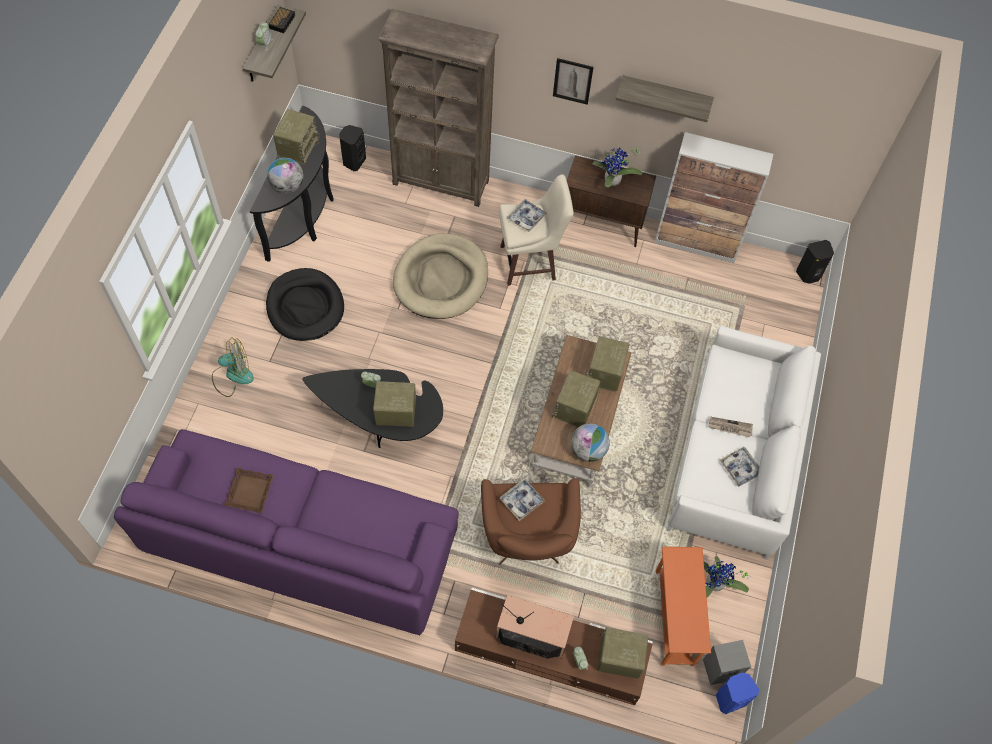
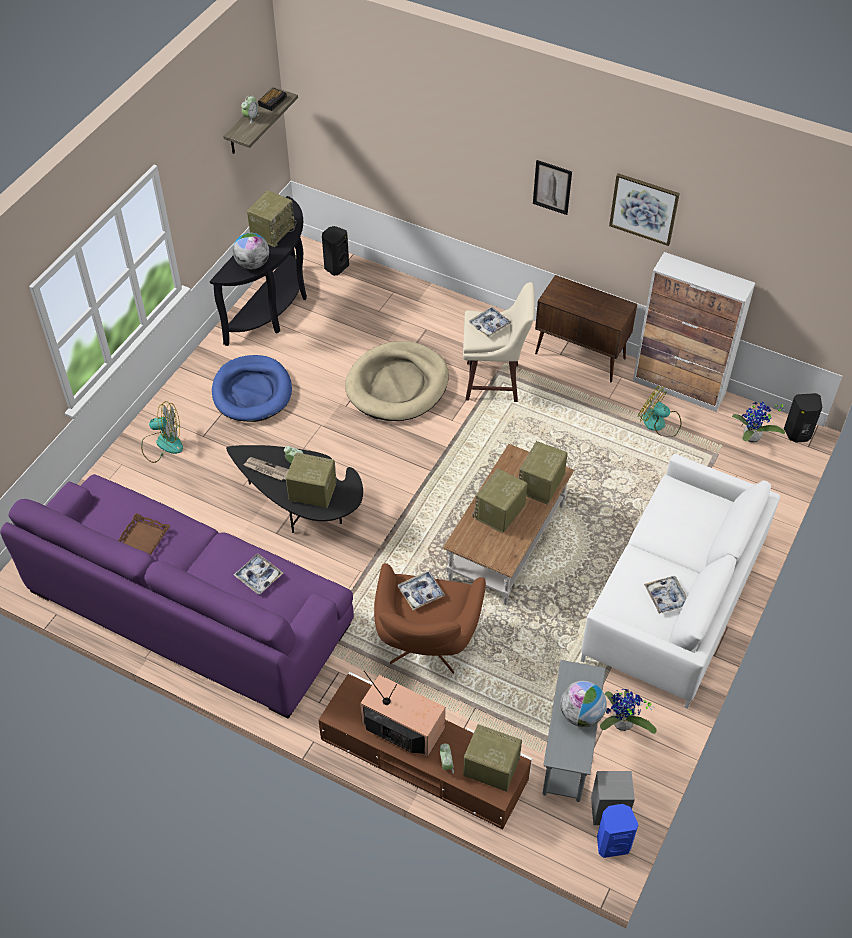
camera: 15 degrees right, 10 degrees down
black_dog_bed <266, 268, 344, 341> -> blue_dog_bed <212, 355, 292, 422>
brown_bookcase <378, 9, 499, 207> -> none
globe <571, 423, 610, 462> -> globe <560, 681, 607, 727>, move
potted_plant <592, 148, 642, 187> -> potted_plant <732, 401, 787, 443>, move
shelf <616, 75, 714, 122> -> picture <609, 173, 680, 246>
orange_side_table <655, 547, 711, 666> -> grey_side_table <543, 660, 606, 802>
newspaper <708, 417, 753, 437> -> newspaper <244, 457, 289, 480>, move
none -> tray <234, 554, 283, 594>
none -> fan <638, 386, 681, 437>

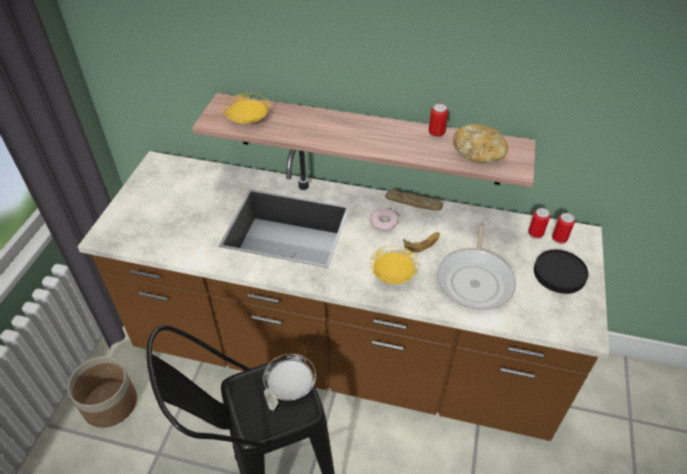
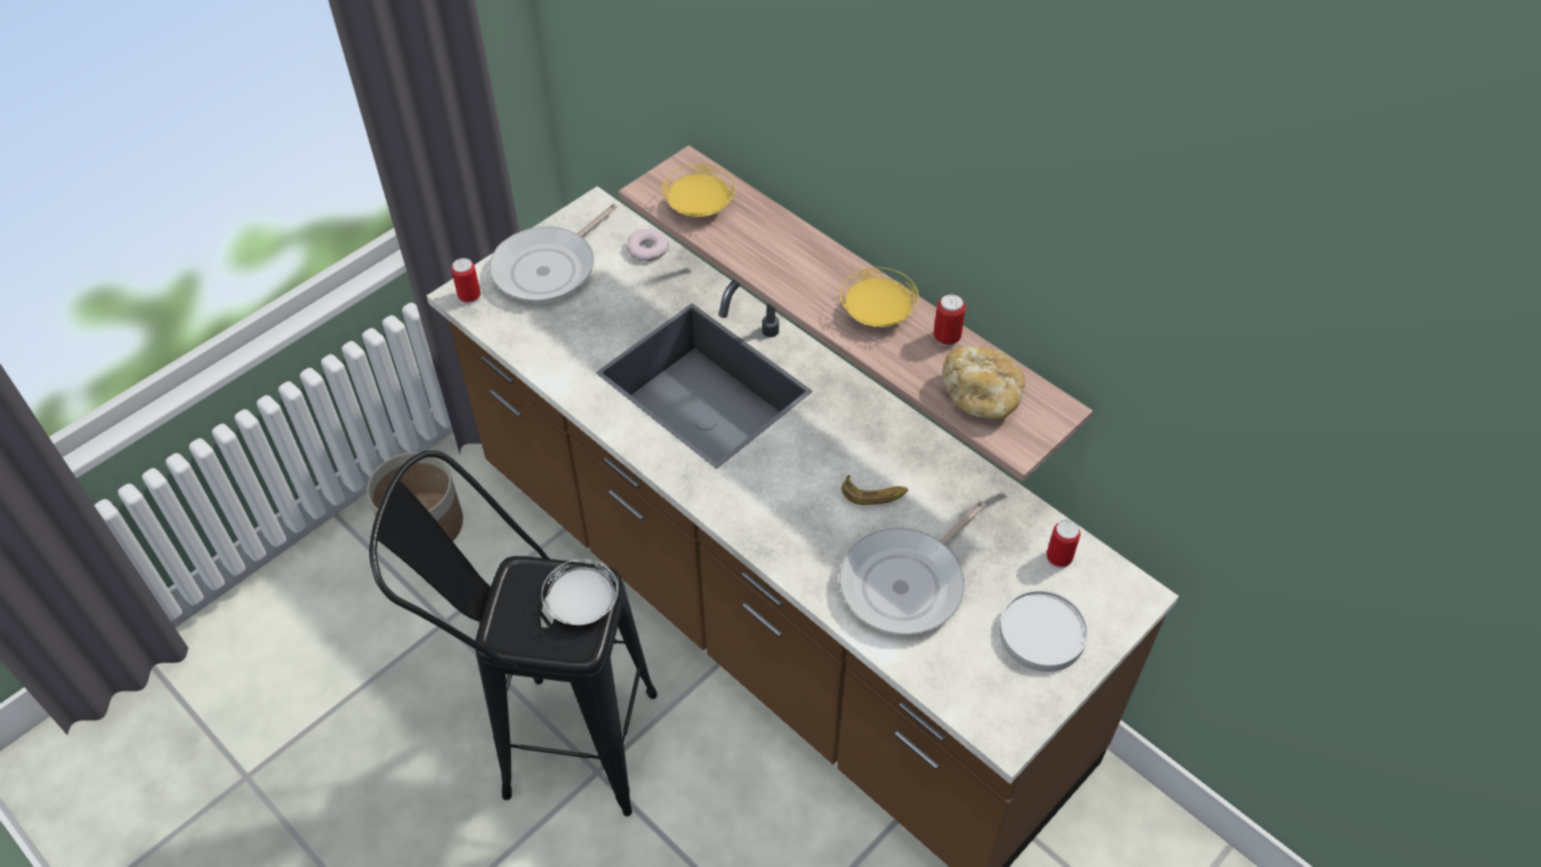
camera: 30 degrees right, 5 degrees up
donut <370, 208, 399, 231> -> donut <626, 229, 669, 261>, move
yellow_plate <370, 246, 419, 284> -> yellow_plate <840, 267, 919, 327>, move
bread <385, 190, 443, 211> -> none
black_plate <534, 250, 588, 294> -> white_plate <999, 590, 1088, 672>
can <552, 213, 575, 244> -> can <451, 258, 481, 304>, move
none -> frying_pan <489, 204, 617, 302>

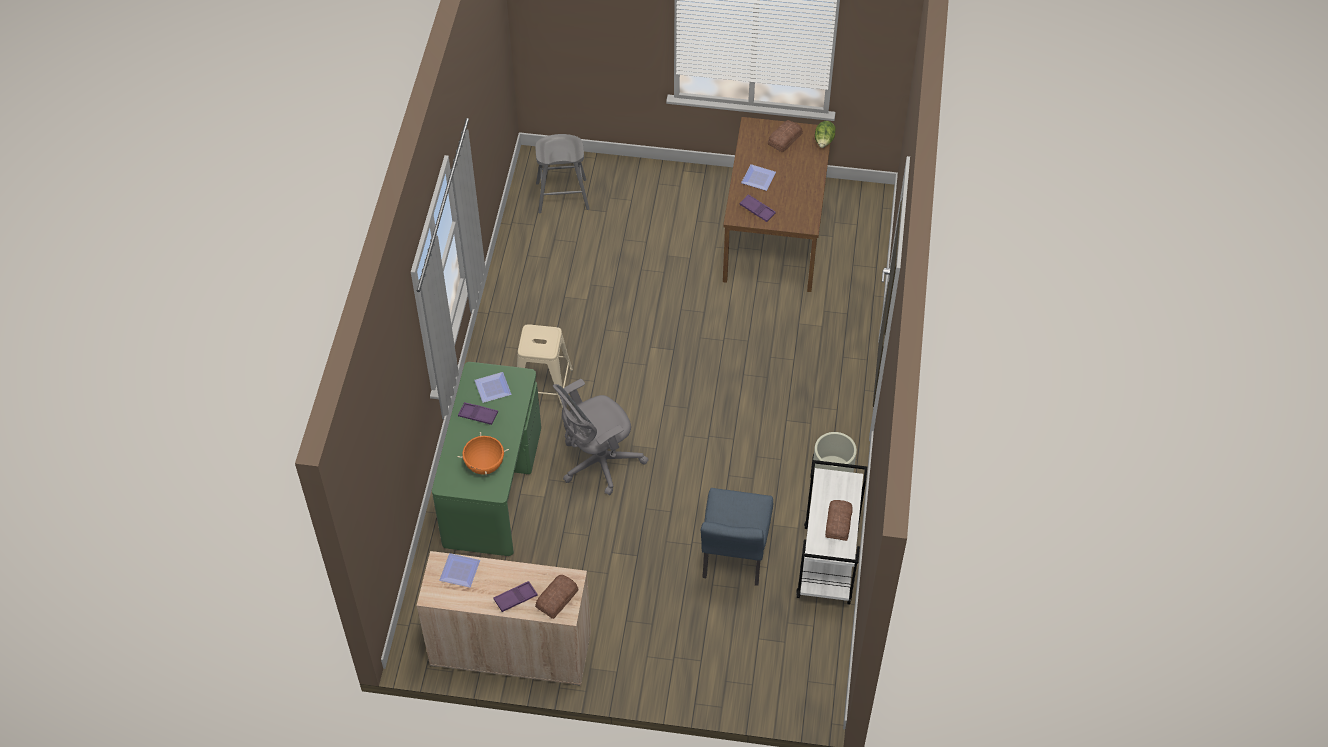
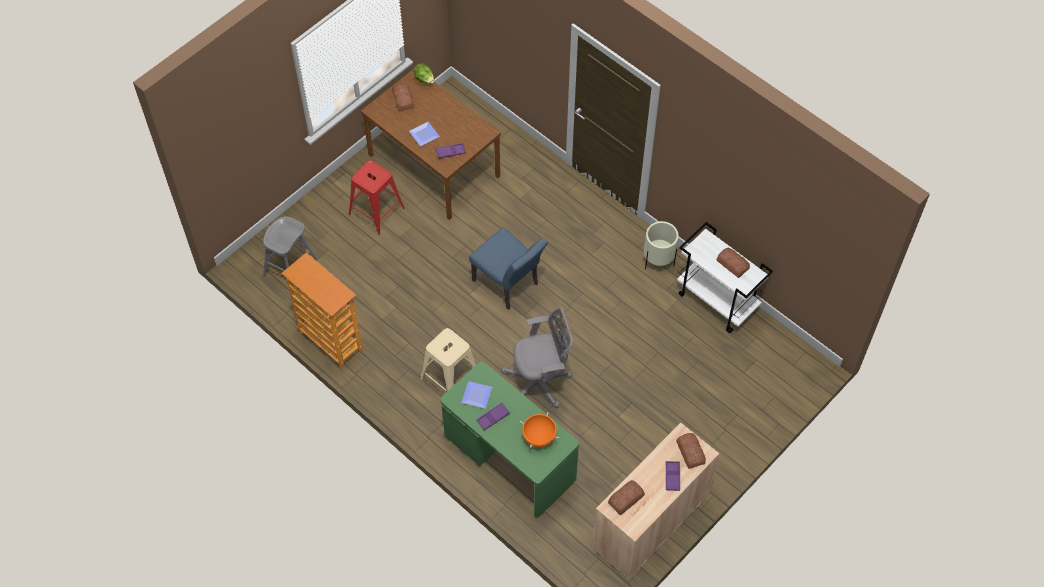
camera: 55 degrees left, 5 degrees up
plate <439, 553, 480, 587> -> bread <608, 480, 645, 515>
grey_office_chair <553, 379, 649, 495> -> grey_office_chair <501, 307, 573, 408>, 105 degrees counterclockwise
blue_chair <701, 488, 773, 586> -> blue_chair <469, 227, 548, 310>, move
none -> bookcase <282, 253, 363, 370>
none -> red_stool <349, 160, 405, 234>

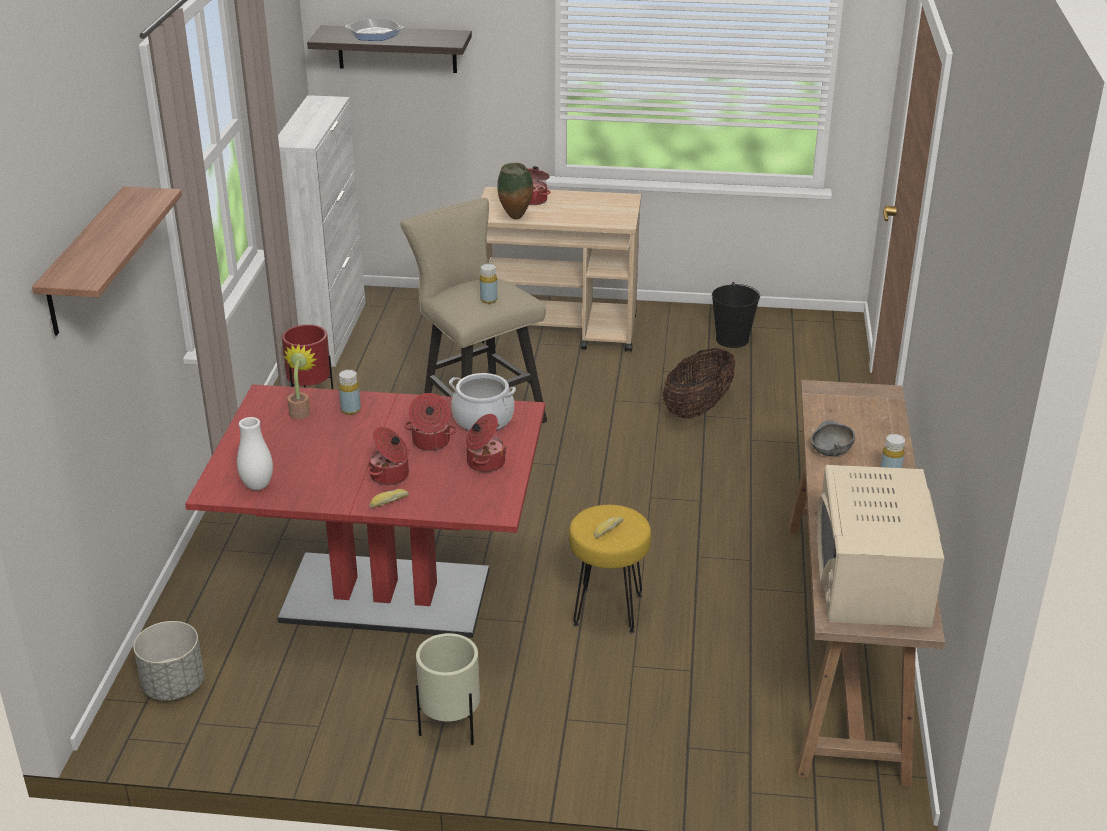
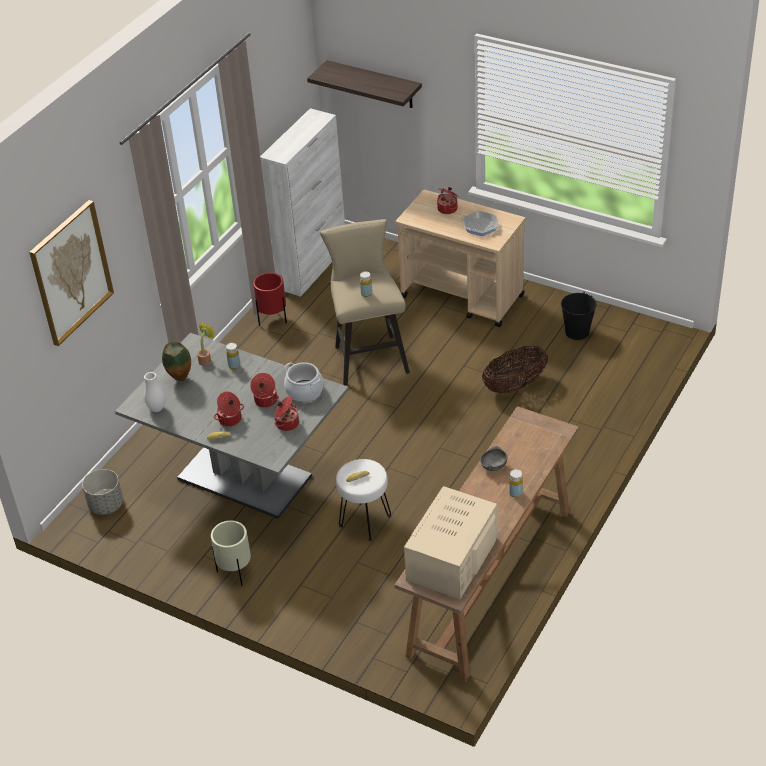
camera: 25 degrees right, 10 degrees up
shelf <32, 186, 182, 336> -> picture <29, 200, 114, 346>
red_dining_table <185, 384, 545, 638> -> grey_dining_table <115, 333, 349, 519>
frying_pan <345, 19, 404, 41> -> frying_pan <461, 211, 500, 236>, move
vase <497, 163, 533, 220> -> vase <162, 341, 191, 381>, move
yellow_stool <569, 505, 651, 633> -> white_stool <336, 459, 391, 541>

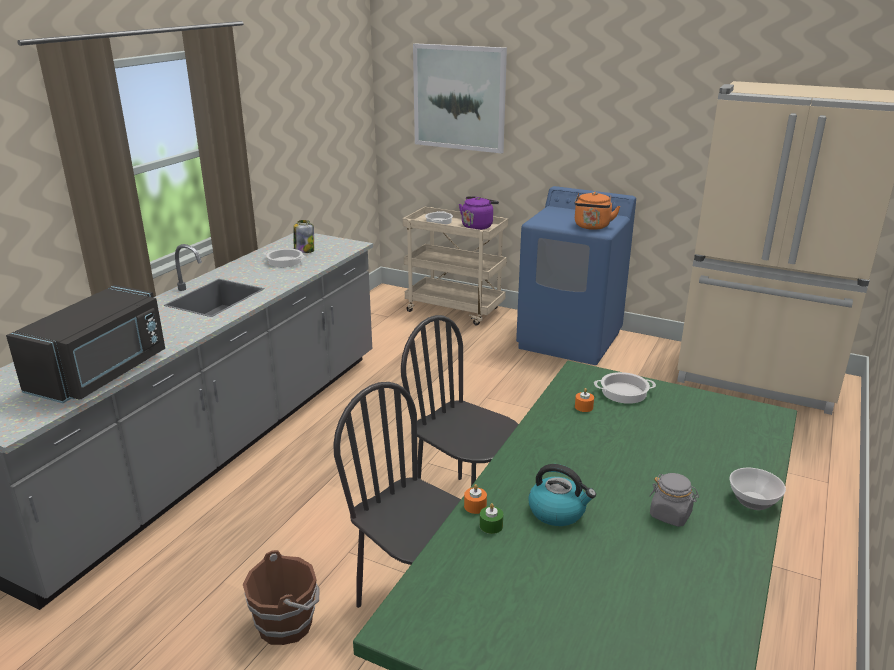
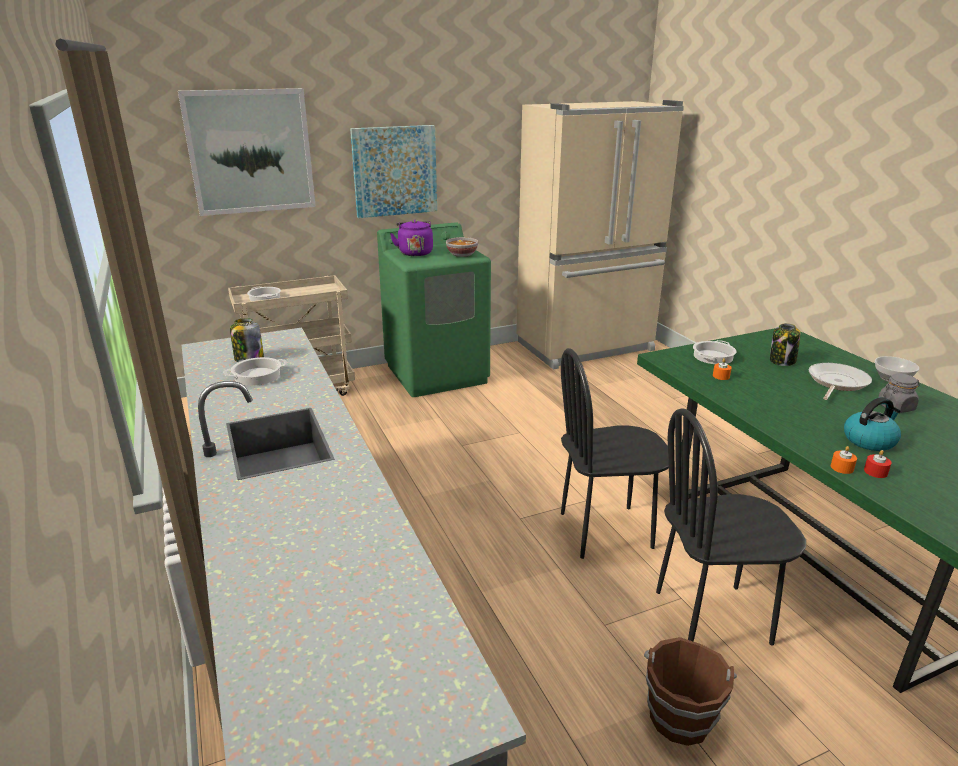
camera: 50 degrees left, 0 degrees up
black_microwave <6, 285, 165, 403> -> none
purple_kettle <459, 196, 499, 230> -> purple_kettle <390, 220, 433, 256>, move
green_candle <480, 503, 503, 534> -> red_candle <864, 450, 891, 478>
blue_washing_machine <516, 186, 636, 365> -> green_washing_machine <377, 222, 491, 397>
orange_kettle <575, 192, 620, 230> -> bowl <446, 237, 478, 257>
none -> picture <350, 125, 437, 218>
none -> jar <770, 323, 800, 366>
none -> frying_pan <808, 363, 872, 400>

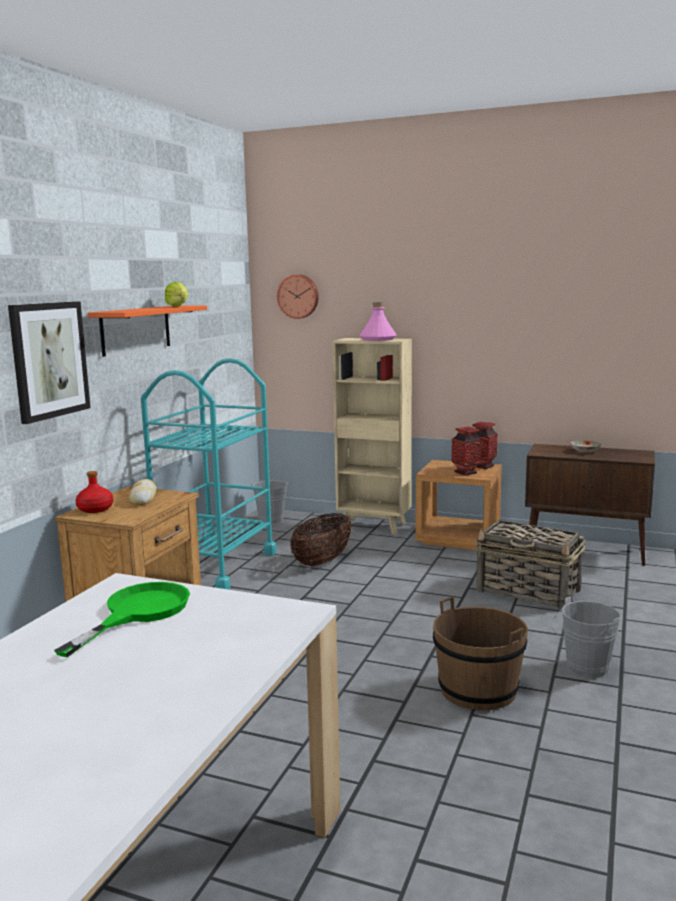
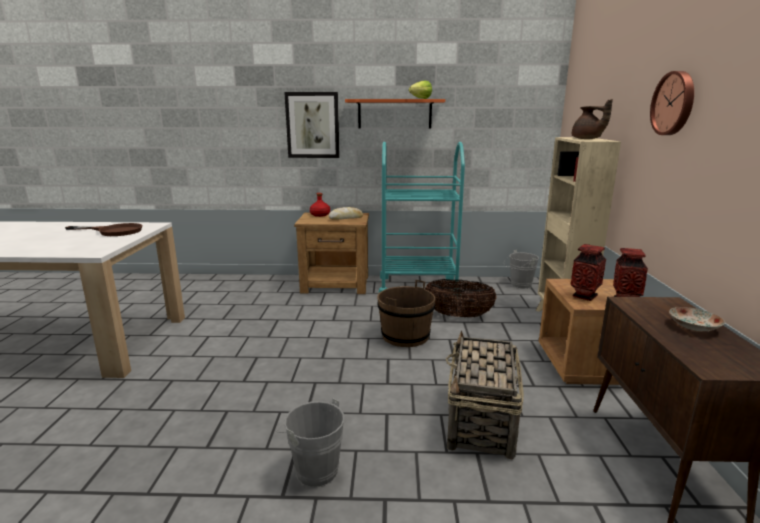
camera: 70 degrees right, 5 degrees up
green_frying_pan <54, 582, 190, 657> -> brown_frying_pan <65, 223, 143, 236>
wall_clock <277, 274, 319, 319> -> wall_clock <650, 71, 694, 135>, move
pink_bottle <359, 302, 397, 341> -> brown_teapot <572, 99, 613, 139>
brown_bucket <433, 597, 528, 710> -> brown_bucket <377, 280, 435, 347>, move

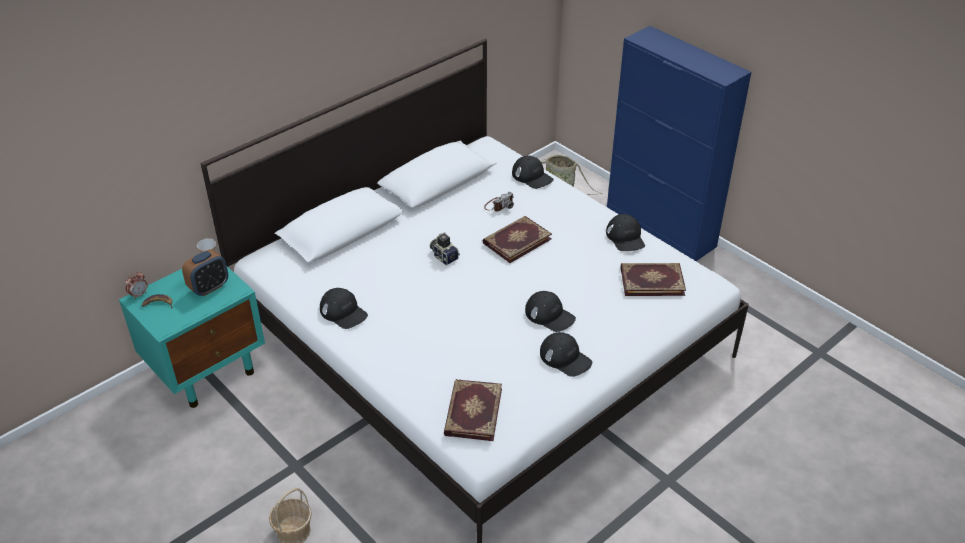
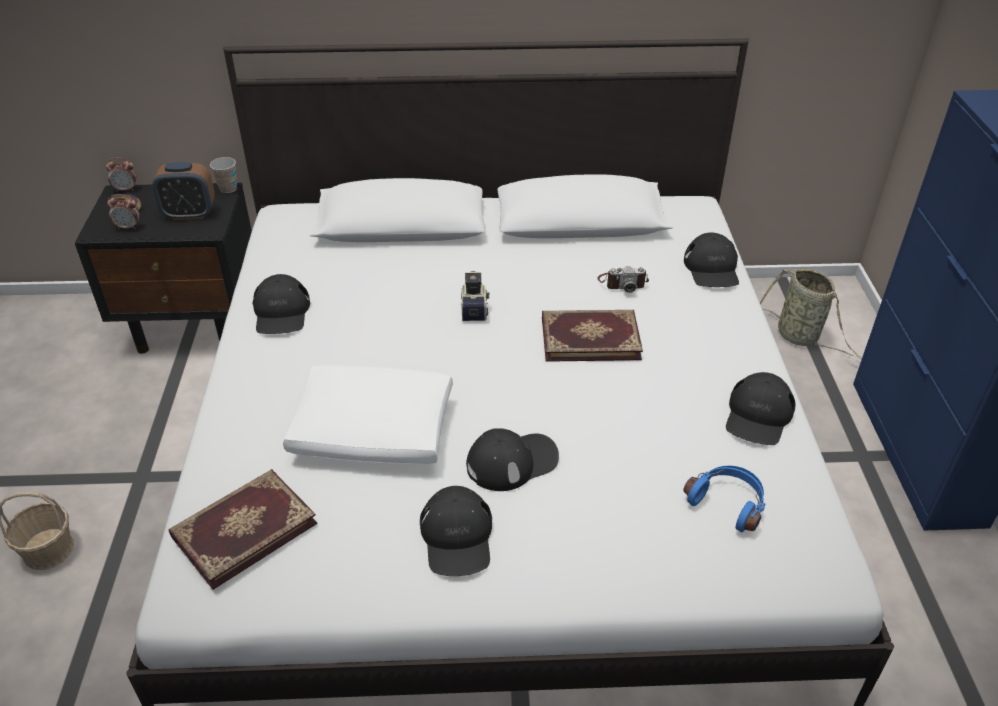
camera: 40 degrees right, 0 degrees up
turquoise_nightstand <119, 267, 265, 408> -> black_nightstand <75, 183, 252, 354>
black_cap <525, 291, 576, 332> -> black_cap <466, 428, 559, 491>, 105 degrees counterclockwise
book <621, 263, 686, 296> -> blue_headphones <683, 466, 766, 532>
none -> alarm_clock <107, 194, 140, 230>
none -> white_pillow <283, 365, 453, 464>

